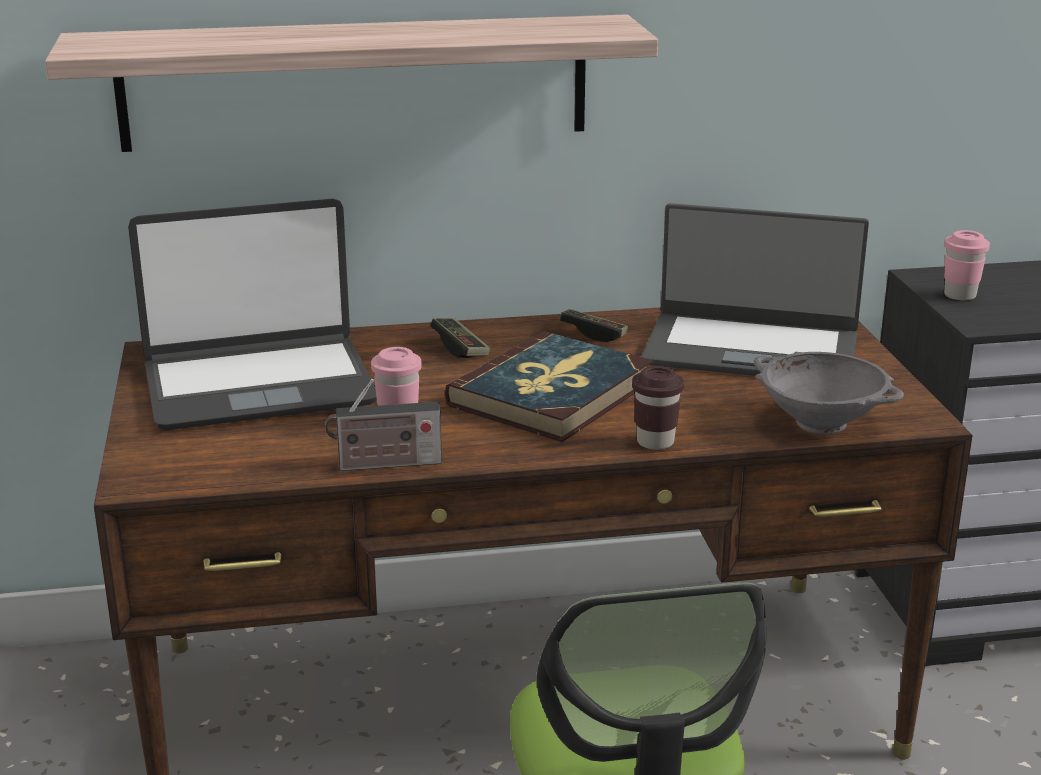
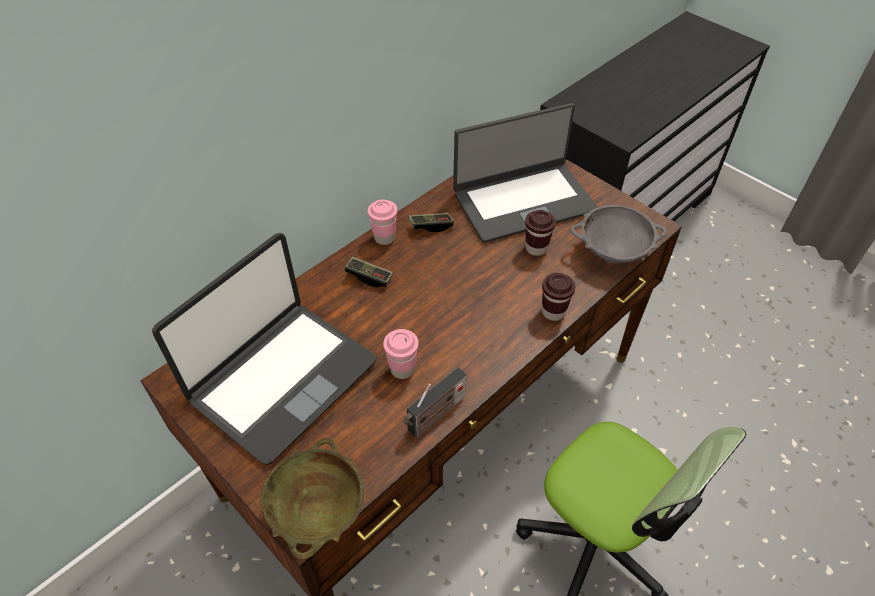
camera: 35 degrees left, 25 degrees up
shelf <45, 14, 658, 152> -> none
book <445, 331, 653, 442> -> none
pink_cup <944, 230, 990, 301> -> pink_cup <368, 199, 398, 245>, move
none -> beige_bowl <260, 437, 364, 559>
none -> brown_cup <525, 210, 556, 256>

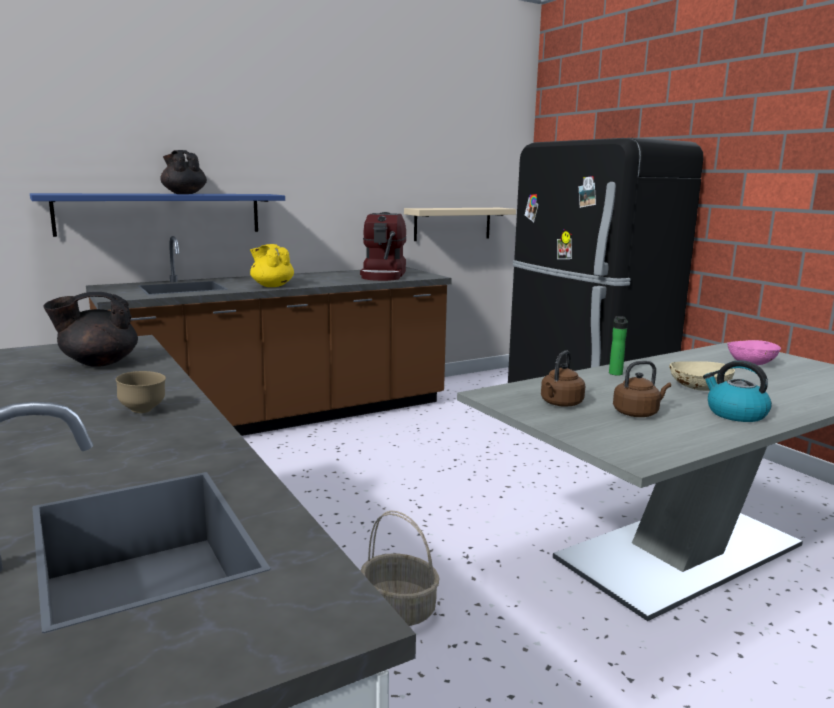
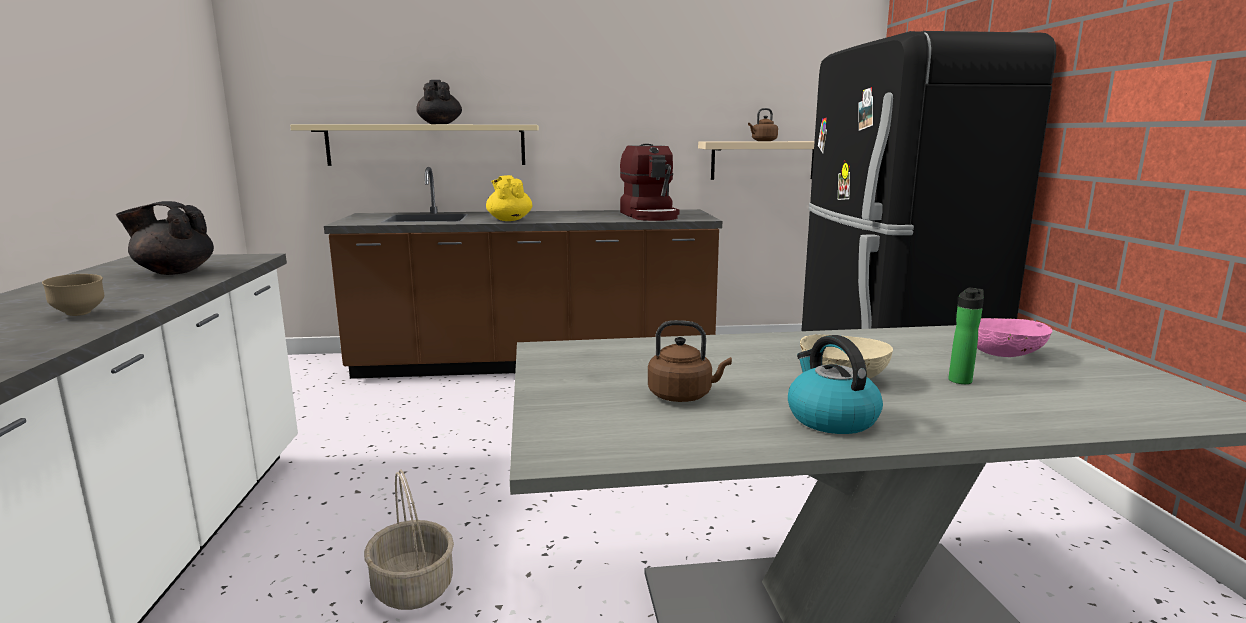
camera: 25 degrees right, 0 degrees up
blue_shelf <30, 193, 285, 237> -> beige_shelf <290, 124, 539, 166>
coffee_machine <360, 212, 407, 281> -> coffee_machine <620, 144, 679, 221>, 45 degrees counterclockwise
brown_kettle <541, 350, 585, 407> -> brown_kettle <748, 108, 778, 141>, move
bottle <609, 316, 628, 376> -> bottle <948, 287, 984, 384>, move

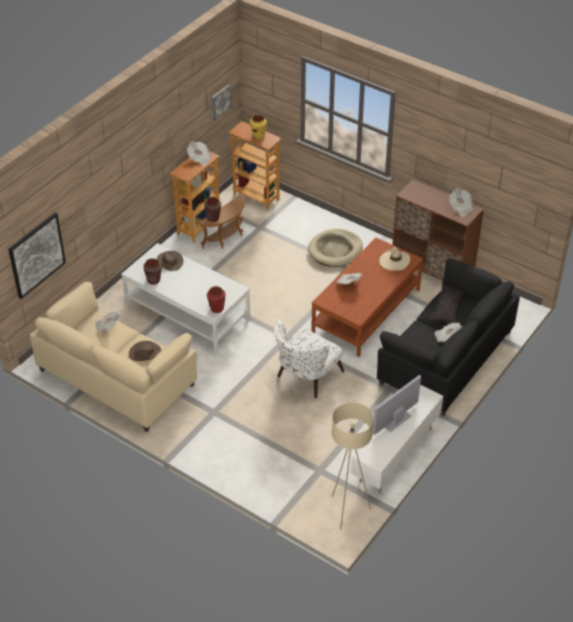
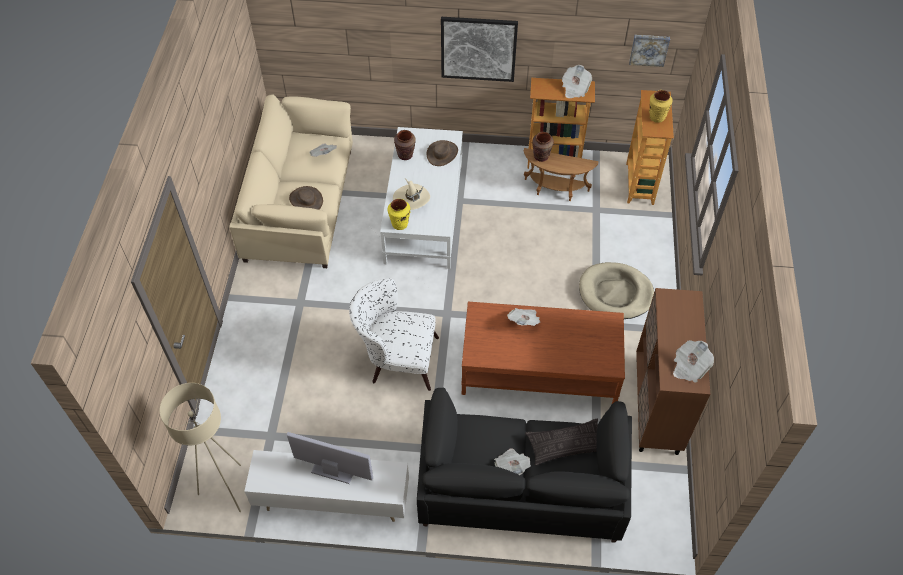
camera: 60 degrees right, 10 degrees up
picture <8, 213, 66, 299> -> picture <441, 17, 518, 82>, move
red_vase <207, 286, 226, 313> -> yellow_vase <388, 199, 410, 230>
beige_hat <379, 246, 410, 271> -> beige_hat <393, 178, 430, 210>, move

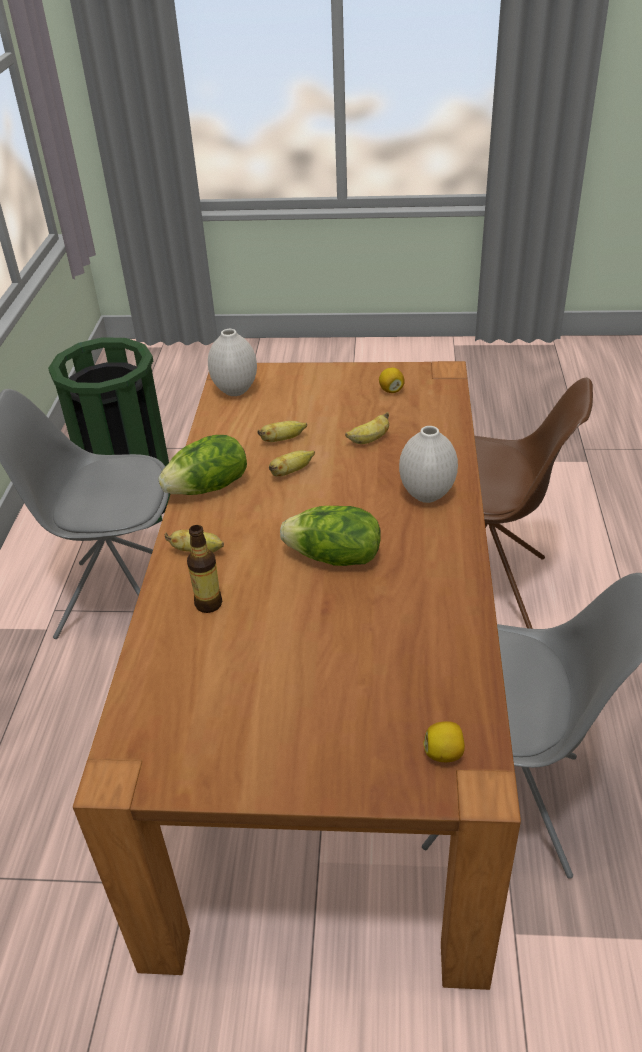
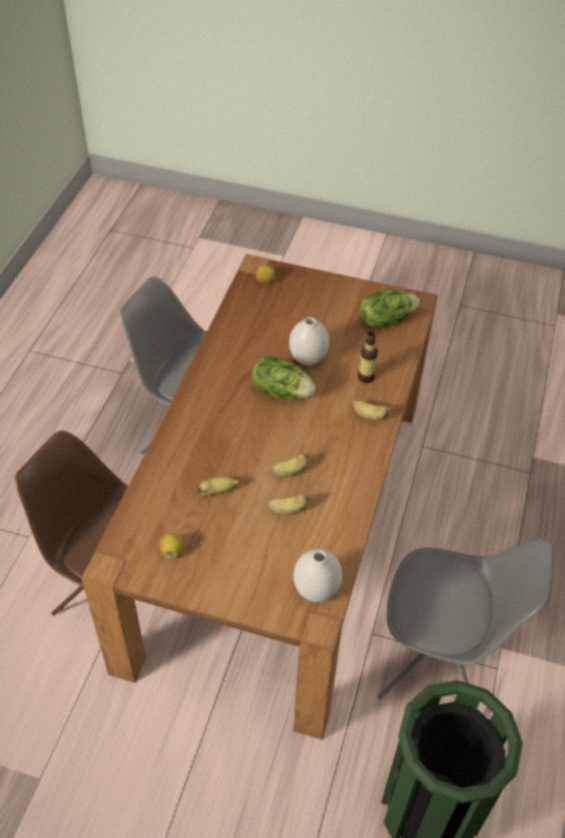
camera: 170 degrees left, 10 degrees up
lettuce <158, 435, 247, 495> -> lettuce <360, 289, 420, 328>, move
white_vase <399, 426, 458, 503> -> white_vase <289, 317, 329, 366>, move

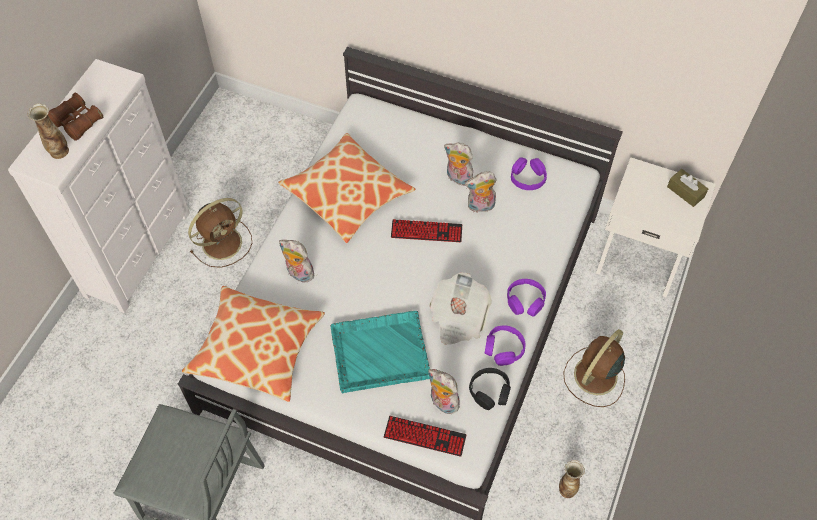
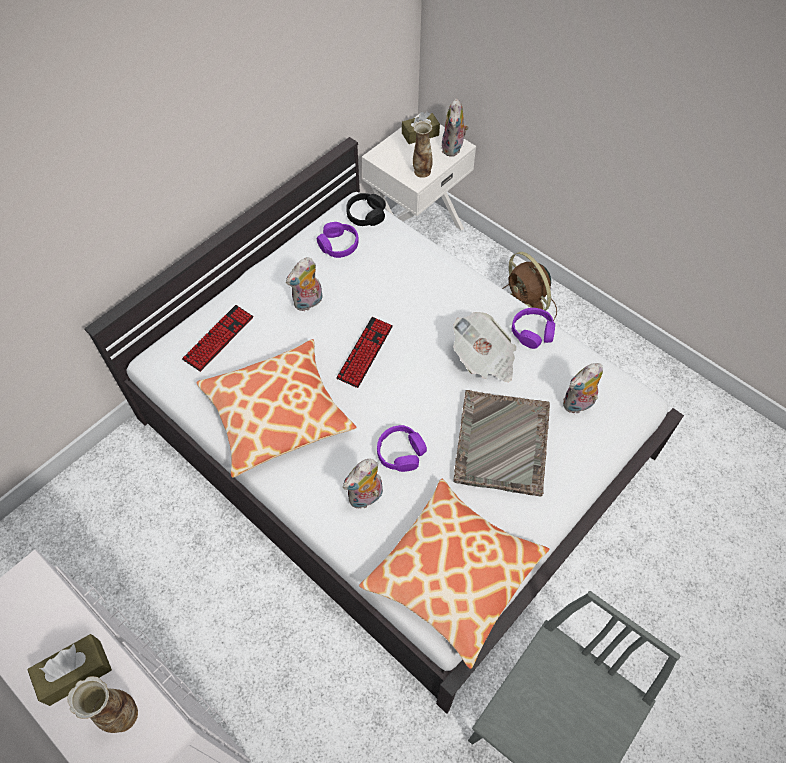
camera: 70 degrees left, 0 degrees up
brown_binoculars <48, 93, 103, 141> -> brown_tissue_box <27, 634, 112, 706>
brown_fan <188, 198, 252, 268> -> none
turquoise_tray <330, 311, 430, 394> -> grey_tray <454, 390, 550, 497>
keyboard <384, 416, 466, 457> -> keyboard <182, 305, 253, 372>, move
plush_toy <465, 171, 497, 214> -> plush_toy <441, 98, 469, 157>, move
black_headphones <469, 368, 511, 410> -> black_headphones <346, 193, 386, 226>, move
purple_headphones <507, 279, 546, 316> -> purple_headphones <377, 425, 427, 472>, move
vase <559, 460, 585, 498> -> vase <413, 120, 433, 178>, move

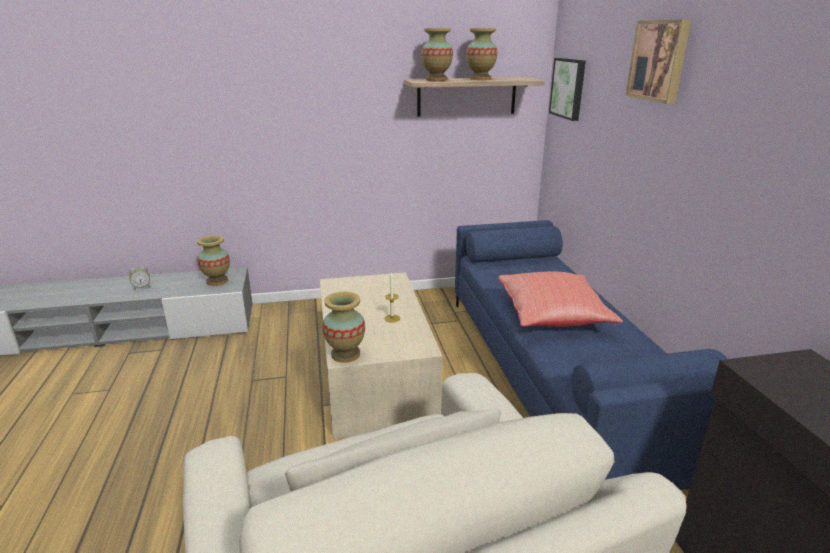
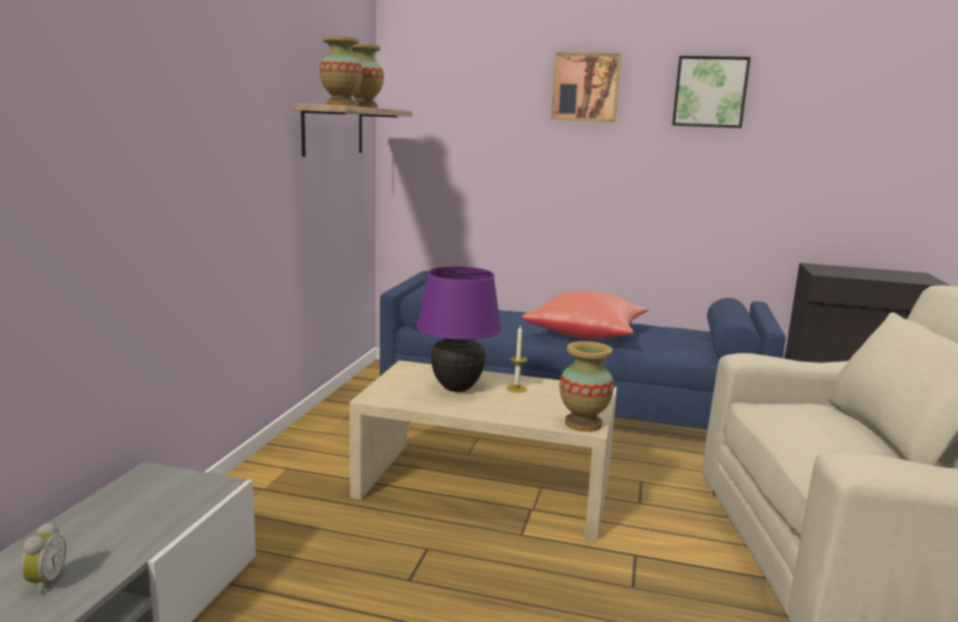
camera: 65 degrees left, 10 degrees down
vase <197, 235, 230, 286> -> none
picture <549, 58, 586, 121> -> picture <672, 56, 751, 128>, move
none -> purple_table_lamp <417, 267, 502, 392>

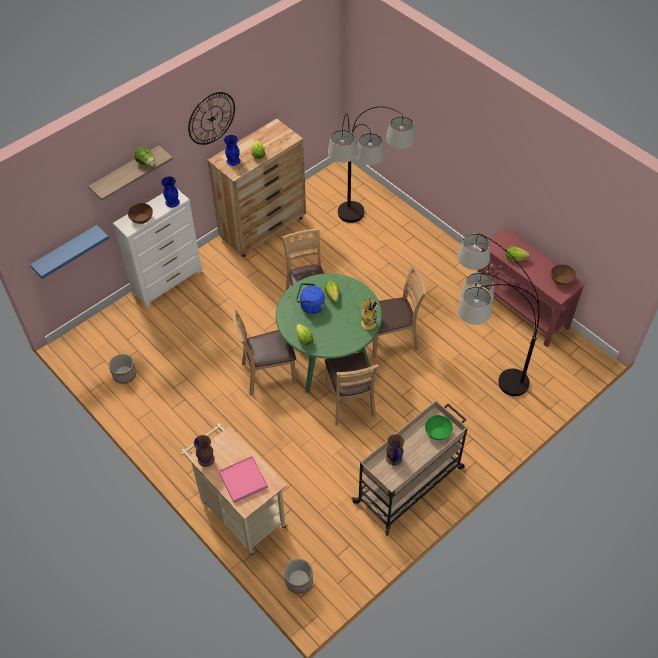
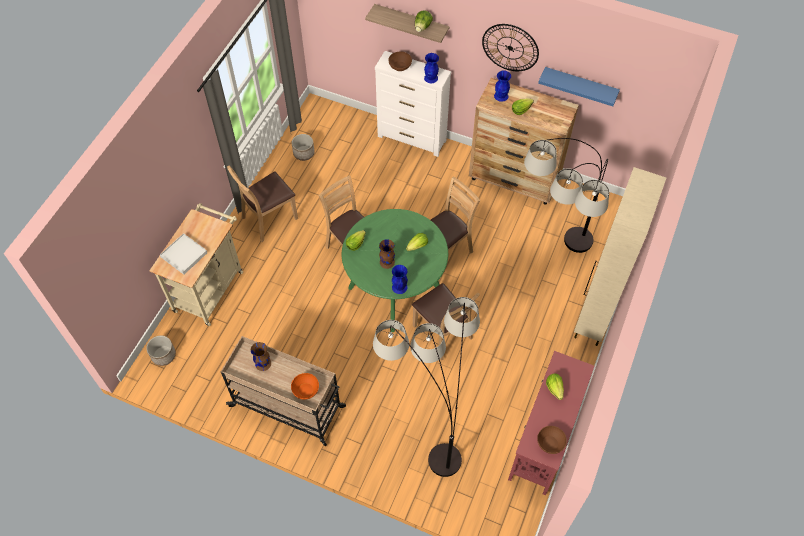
camera: 65 degrees right, 5 degrees up
blue_shelf <30, 225, 109, 279> -> blue_shelf <538, 67, 620, 106>, move
brown_vase <194, 435, 215, 467> -> brown_vase <379, 239, 395, 269>, move
pink_tray <219, 456, 268, 503> -> white_tray <160, 233, 207, 275>
blue_kettle <296, 283, 325, 314> -> none
brown_chair <325, 352, 379, 426> -> brown_chair <227, 166, 298, 242>, move
yellow_vase <361, 299, 377, 329> -> blue_vase <392, 265, 408, 294>
green_bowl <425, 415, 453, 440> -> orange_bowl <291, 373, 319, 400>
none -> beige_cabinet <574, 167, 666, 346>

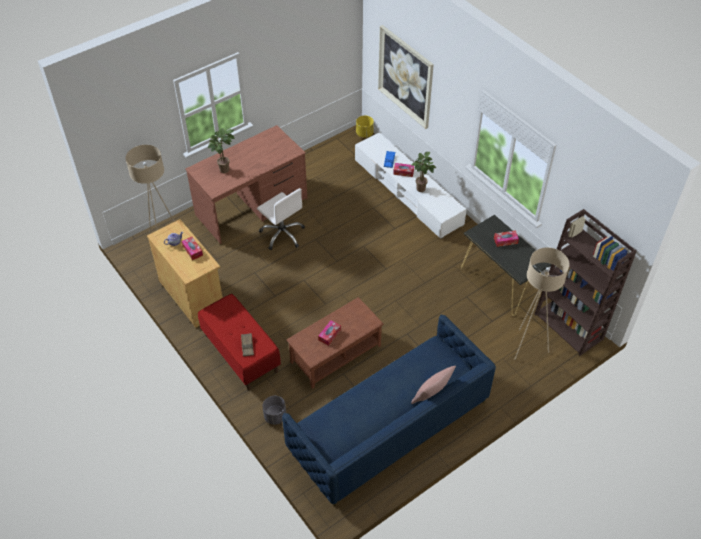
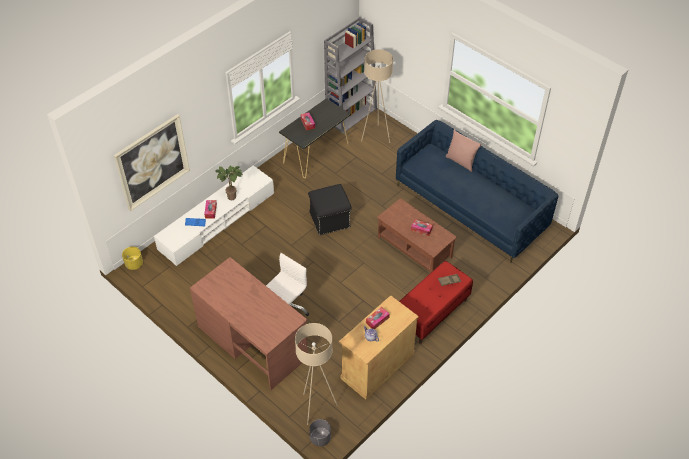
camera: 100 degrees left, 0 degrees up
potted_plant <208, 128, 235, 173> -> none
grey_planter <262, 396, 286, 425> -> grey_planter <309, 419, 331, 446>, move
brown_bookcase <534, 209, 637, 356> -> grey_bookcase <324, 17, 377, 134>
none -> black_ottoman <308, 184, 352, 235>

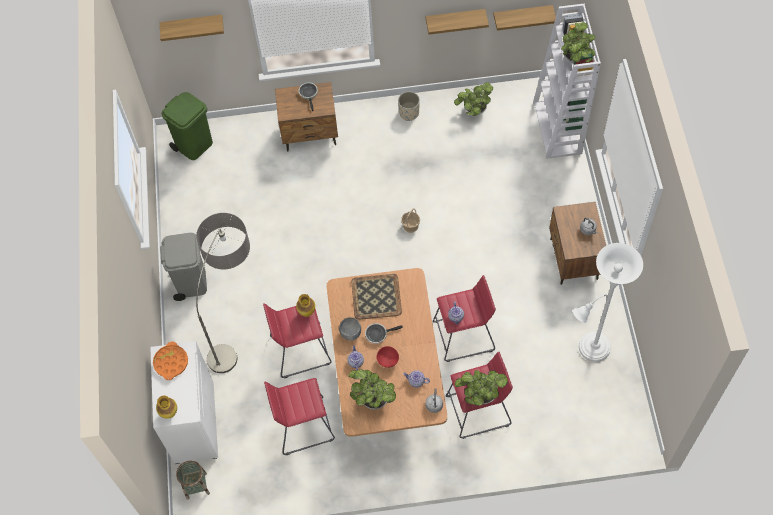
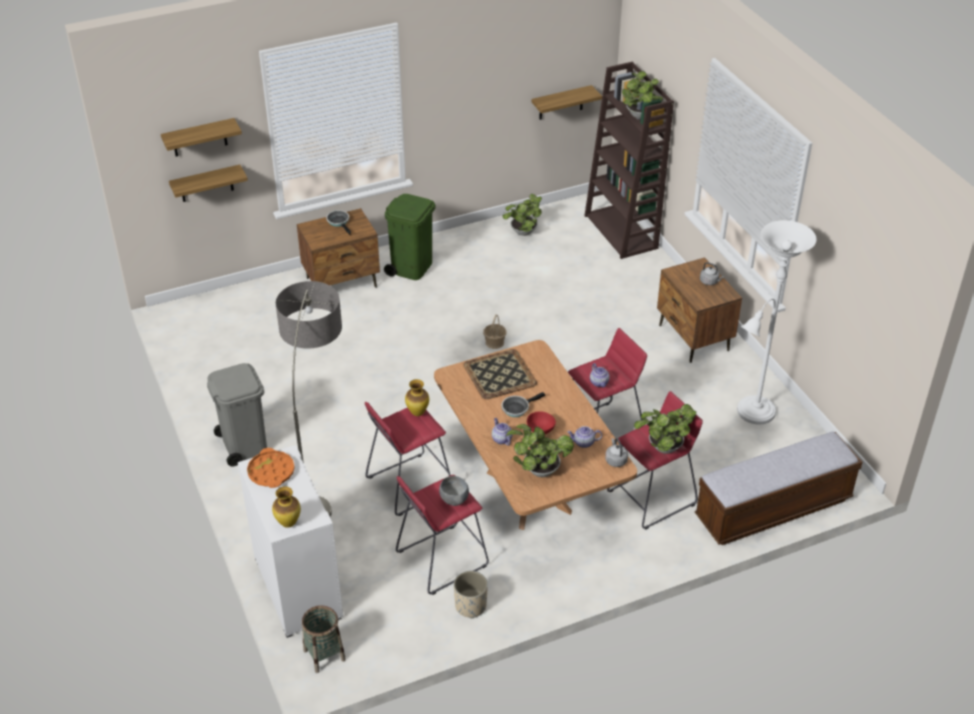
camera: 20 degrees left, 20 degrees down
green_trash_can <162, 92, 213, 160> -> green_trash_can <384, 194, 436, 280>, move
grey_bowl <339, 317, 361, 341> -> grey_bowl <439, 476, 469, 506>, move
beige_planter <398, 91, 420, 121> -> beige_planter <454, 571, 488, 618>, move
shelf <426, 9, 489, 35> -> shelf <169, 165, 248, 202>, move
white_bookcase <533, 3, 601, 159> -> brown_bookcase <584, 62, 674, 259>
none -> bench <695, 432, 862, 545>

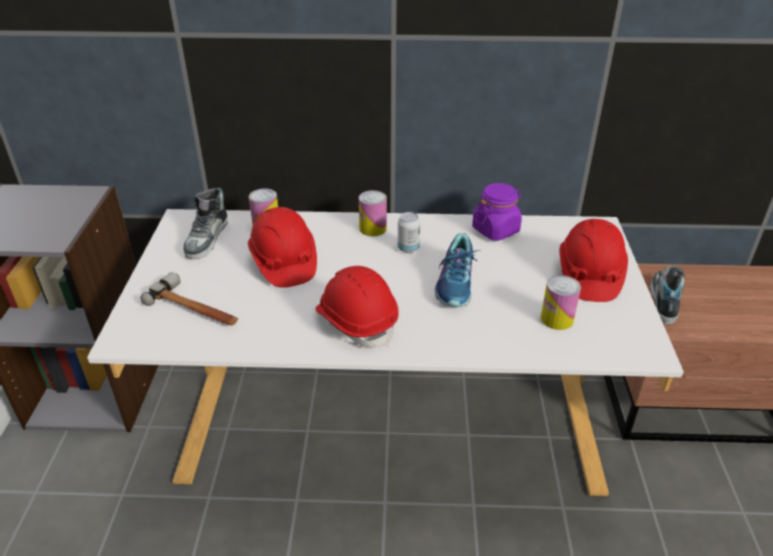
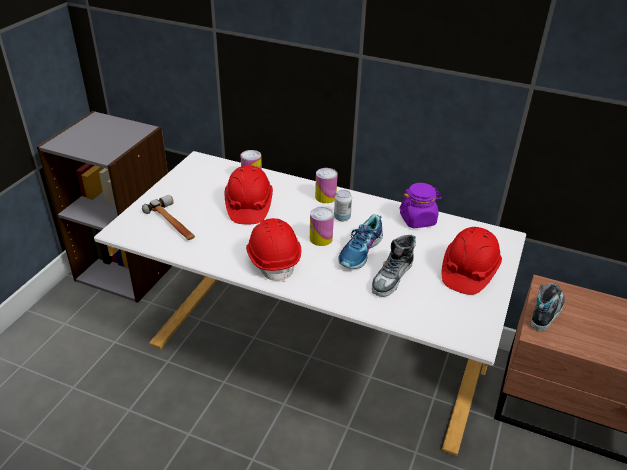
camera: 20 degrees right, 0 degrees up
shoe <183, 188, 228, 259> -> shoe <372, 235, 416, 297>, move
can <541, 275, 581, 330> -> can <310, 207, 334, 246>, move

